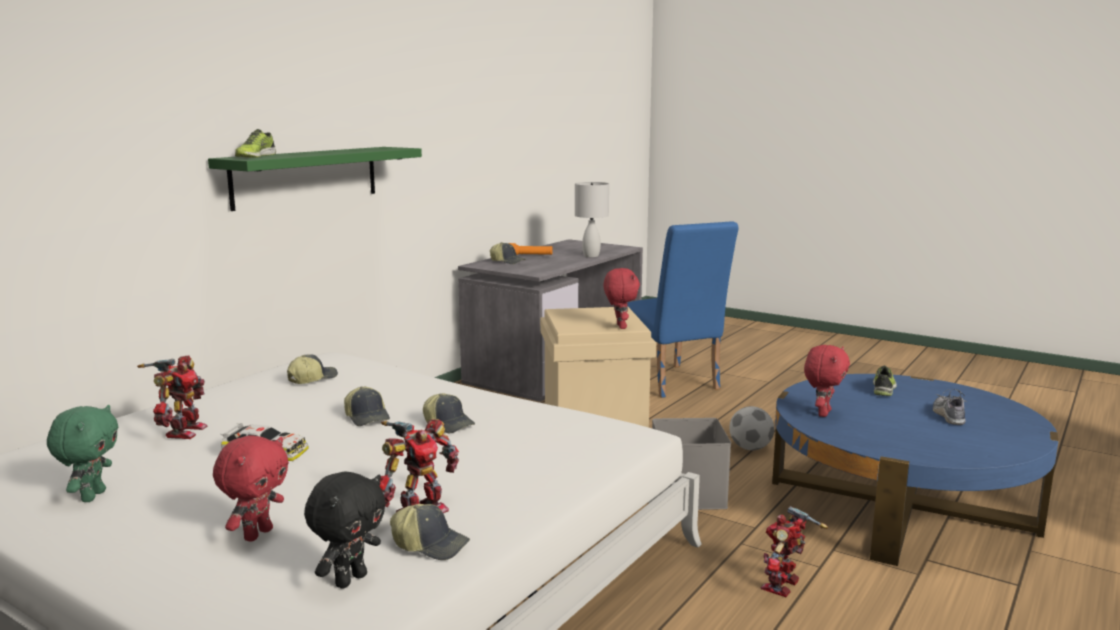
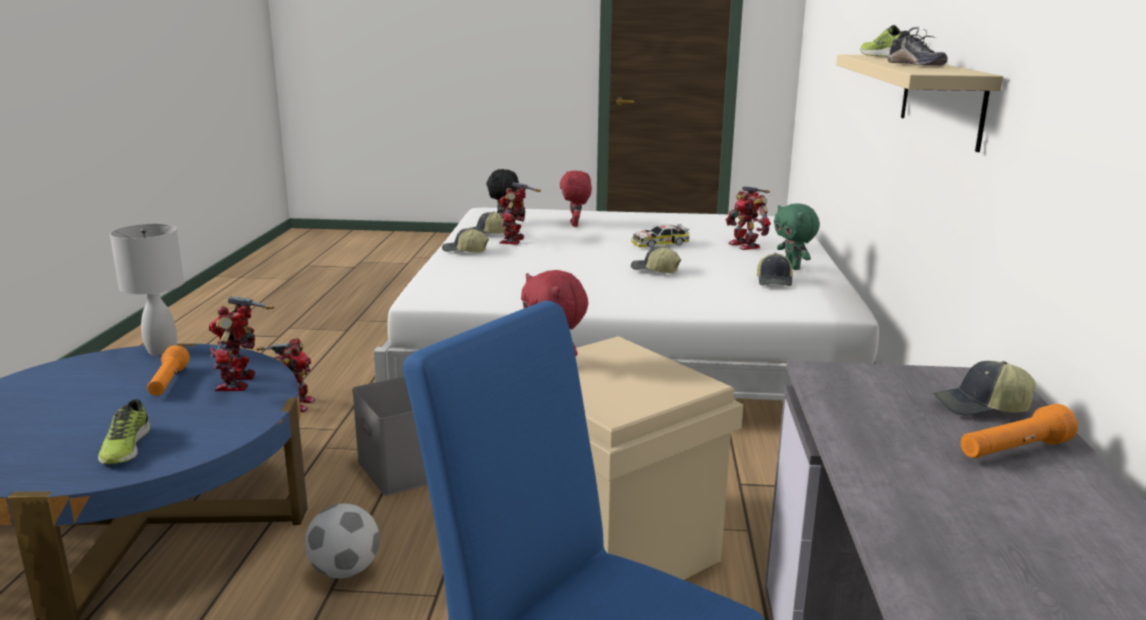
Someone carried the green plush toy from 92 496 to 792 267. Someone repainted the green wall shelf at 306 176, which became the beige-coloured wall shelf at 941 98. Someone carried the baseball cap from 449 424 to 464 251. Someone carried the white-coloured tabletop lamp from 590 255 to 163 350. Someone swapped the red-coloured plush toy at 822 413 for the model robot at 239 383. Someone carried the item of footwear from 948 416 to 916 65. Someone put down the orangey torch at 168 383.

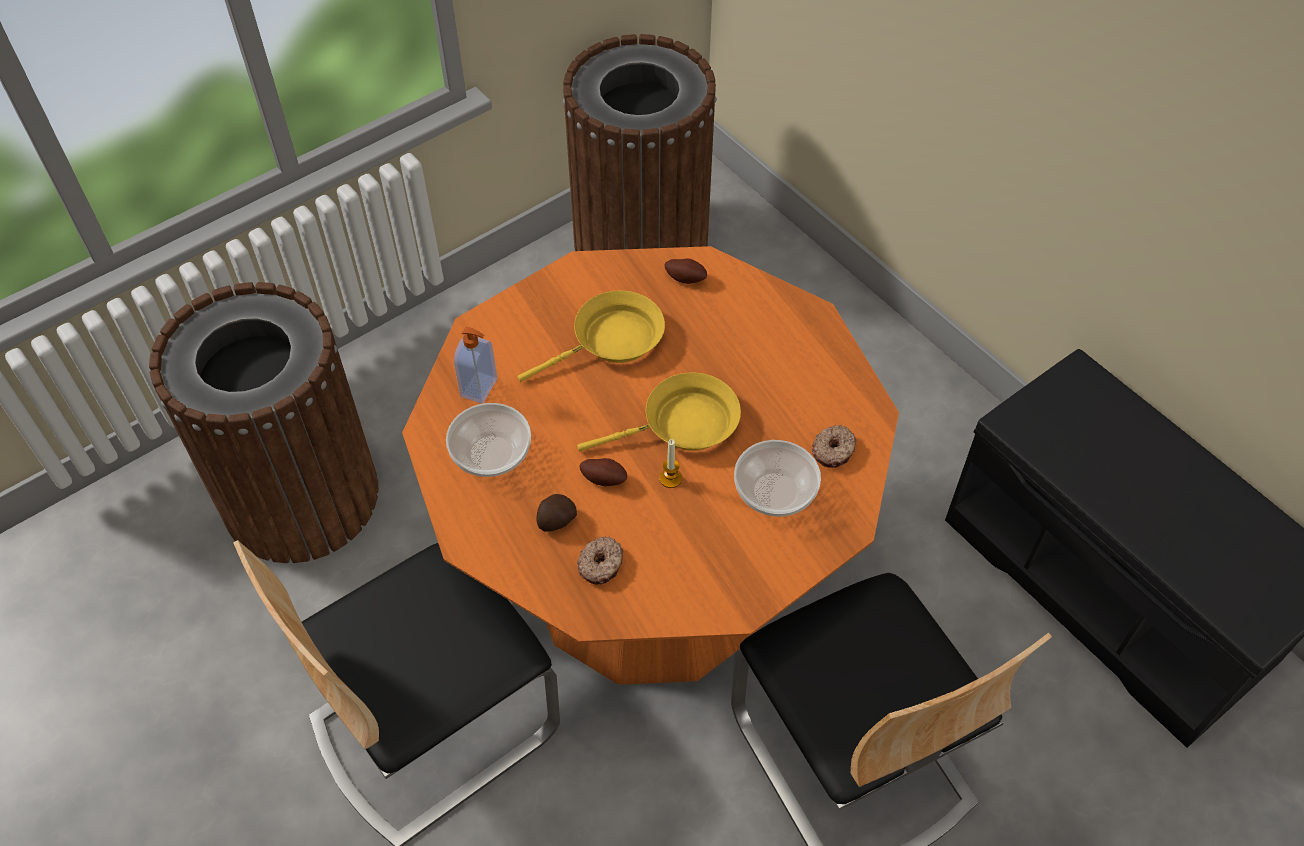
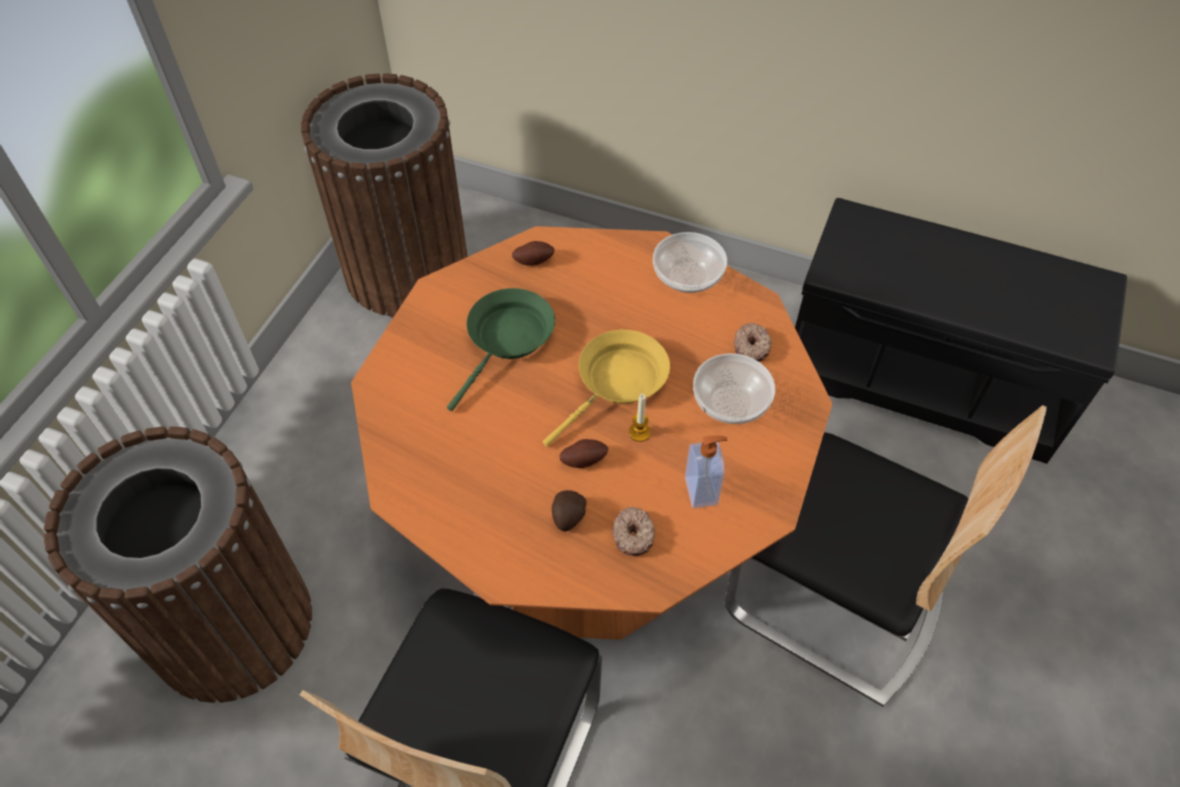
Someone carried the bowl from 490 454 to 687 277. Someone carried the soap dispenser from 480 388 to 702 491. Someone repainted the yellowish pan at 612 341, which became the green pan at 507 340.

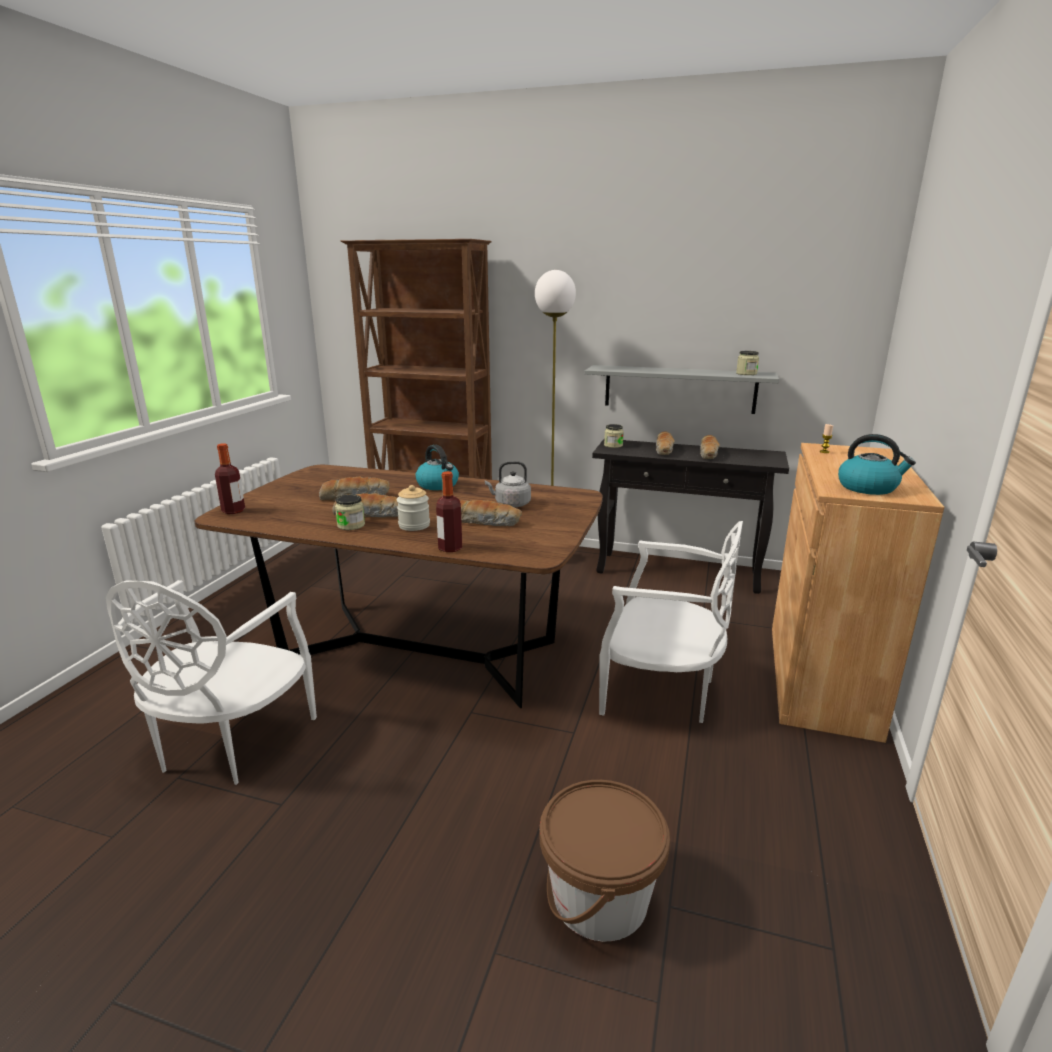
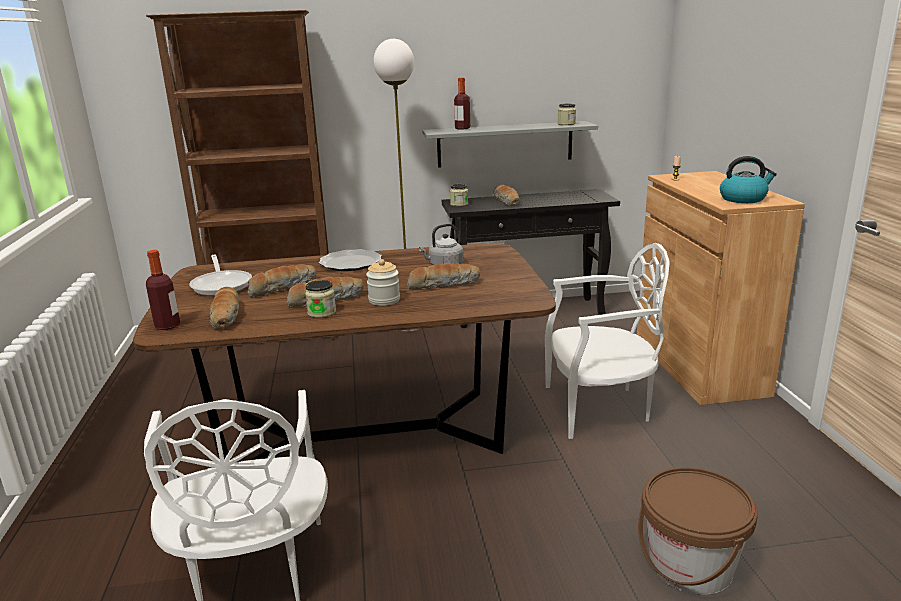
Someone swapped the water kettle at 438 485 for the dinner plate at 350 263. Someone carried the drink bottle from 450 548 to 462 128. Someone carried the bread from 709 454 to 227 316. Someone put down the pan at 222 285.

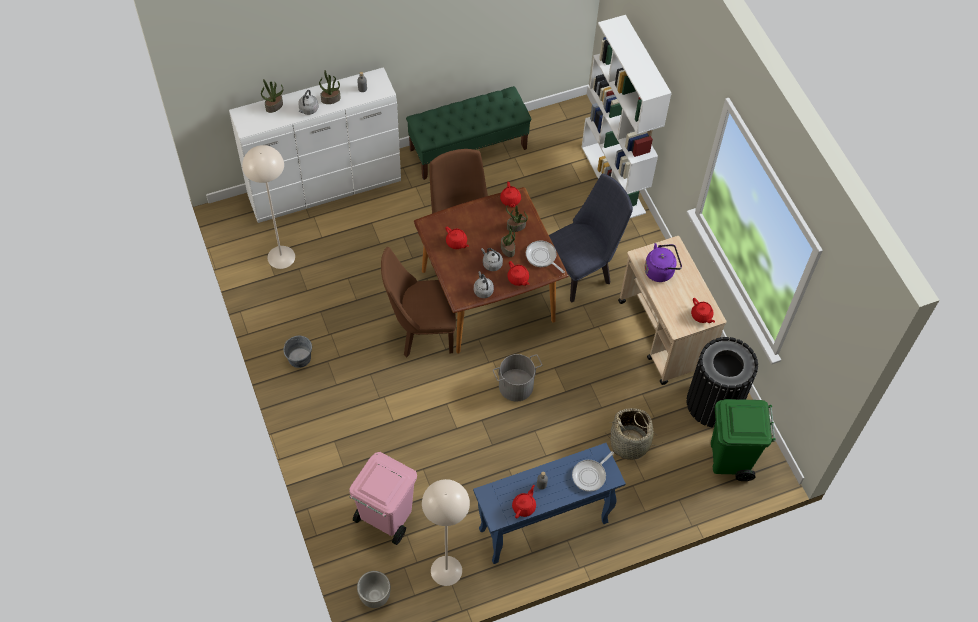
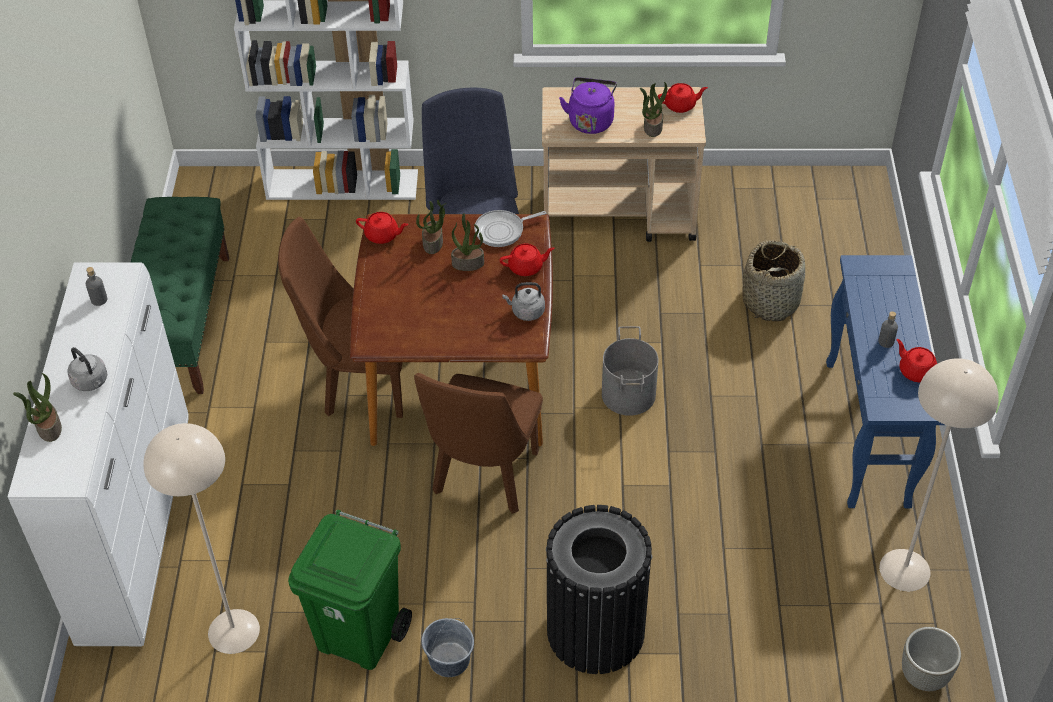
Someone carried the houseplant from 331 99 to 652 127. Someone took away the pinkish rubbish bin at 385 517. Someone took away the red-coloured pot for tea at 456 243. Someone took away the greyish water kettle at 491 264. Someone took away the pan at 590 475. Someone carried the blackish rubbish bin from 713 402 to 595 631. Someone carried the green rubbish bin from 730 459 to 360 637.

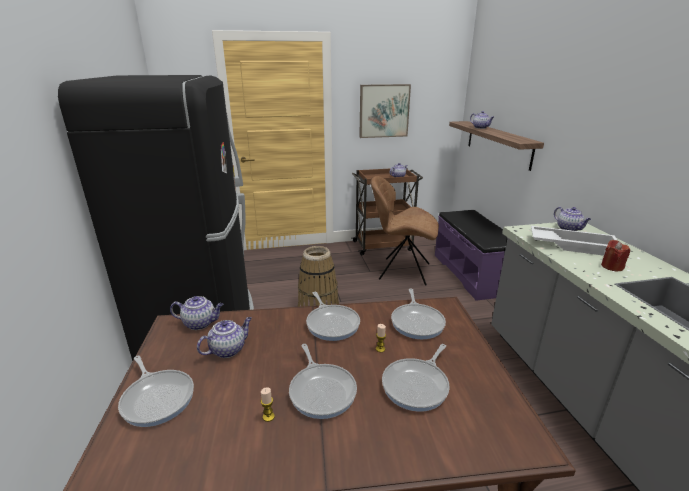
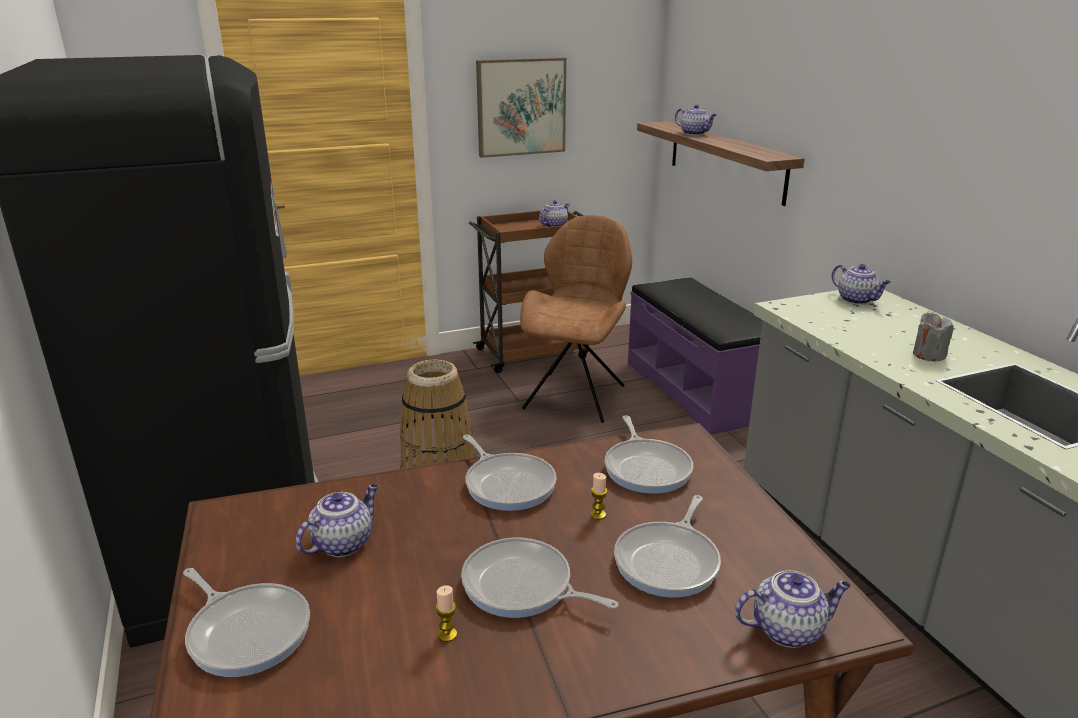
Someone carried the pot for tea from 200 323 to 788 629. Someone rotated the pan at 322 390 by 150 degrees clockwise. Someone rotated the brown-coloured chair at 402 271 by 105 degrees clockwise. Someone took away the white-coloured tray at 572 245. Someone repainted the red-coloured candle at 612 267, which became the greyish candle at 928 355.

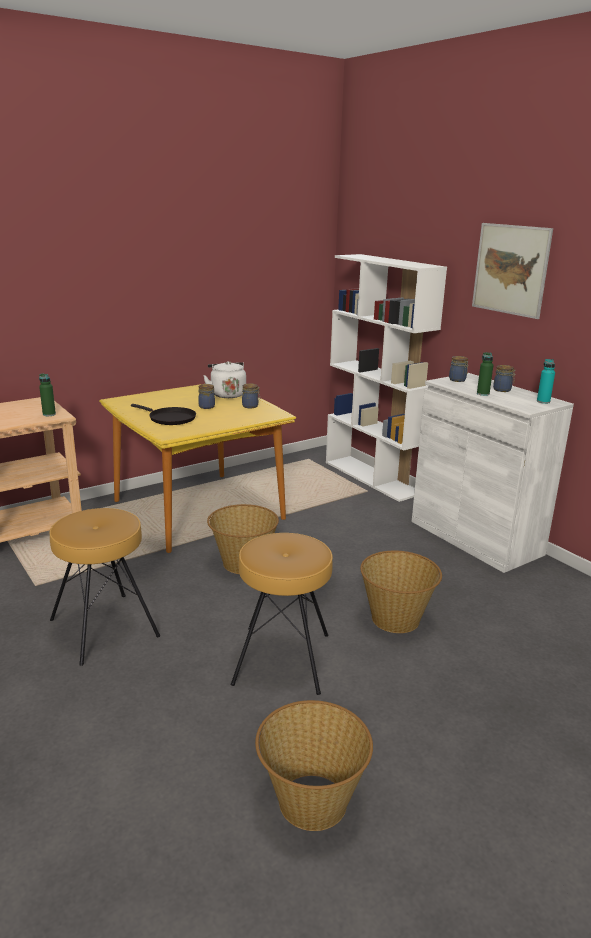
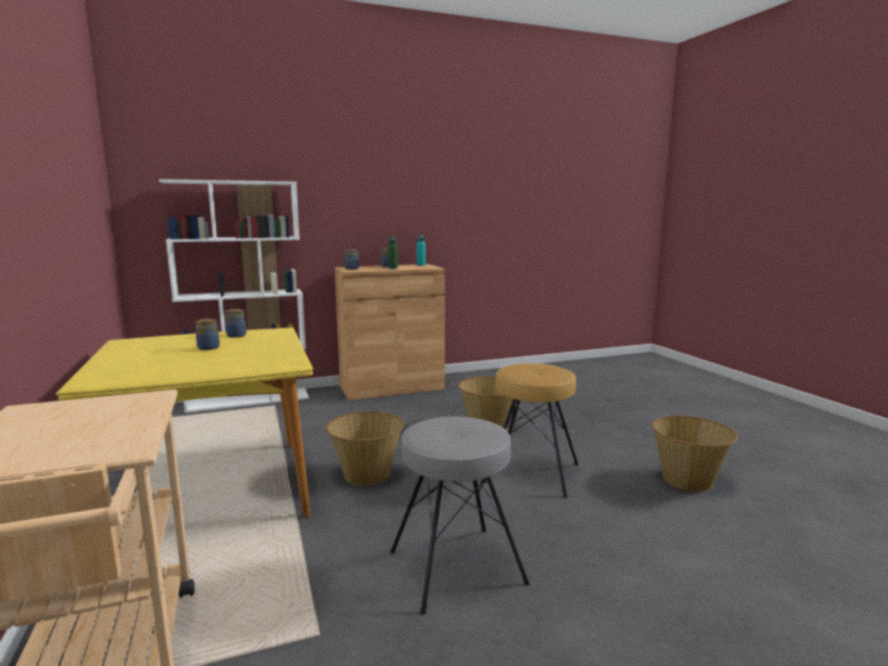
Someone took away the green drink bottle at 49 414. Someone repainted the brown-coloured stool at 105 627, which became the greyish stool at 456 566. Someone took away the blackish pan at 169 418. Someone took away the white-coloured water kettle at 227 394. Someone repainted the white-coloured storage cabinet at 475 538, which became the brown-coloured storage cabinet at 391 387. Someone took away the wall art at 510 269.

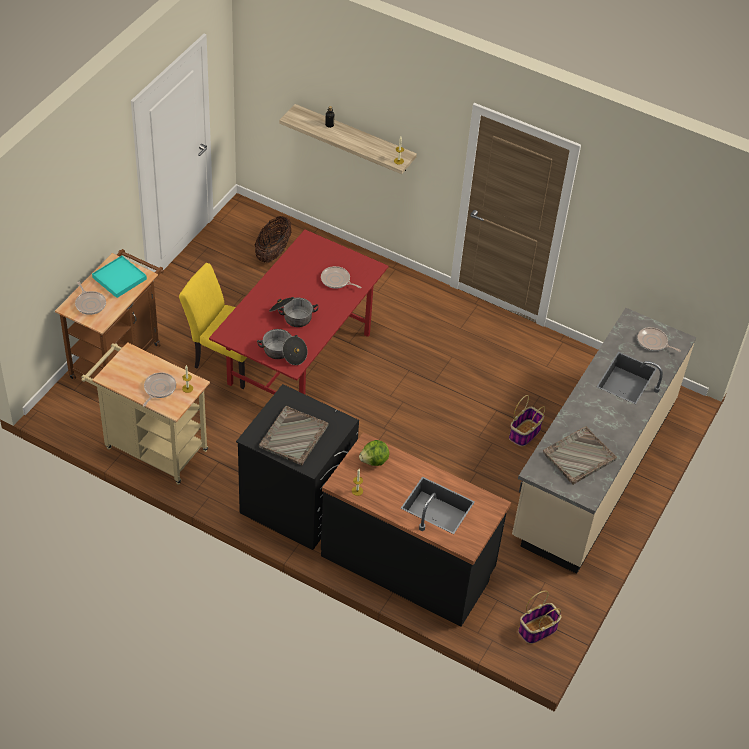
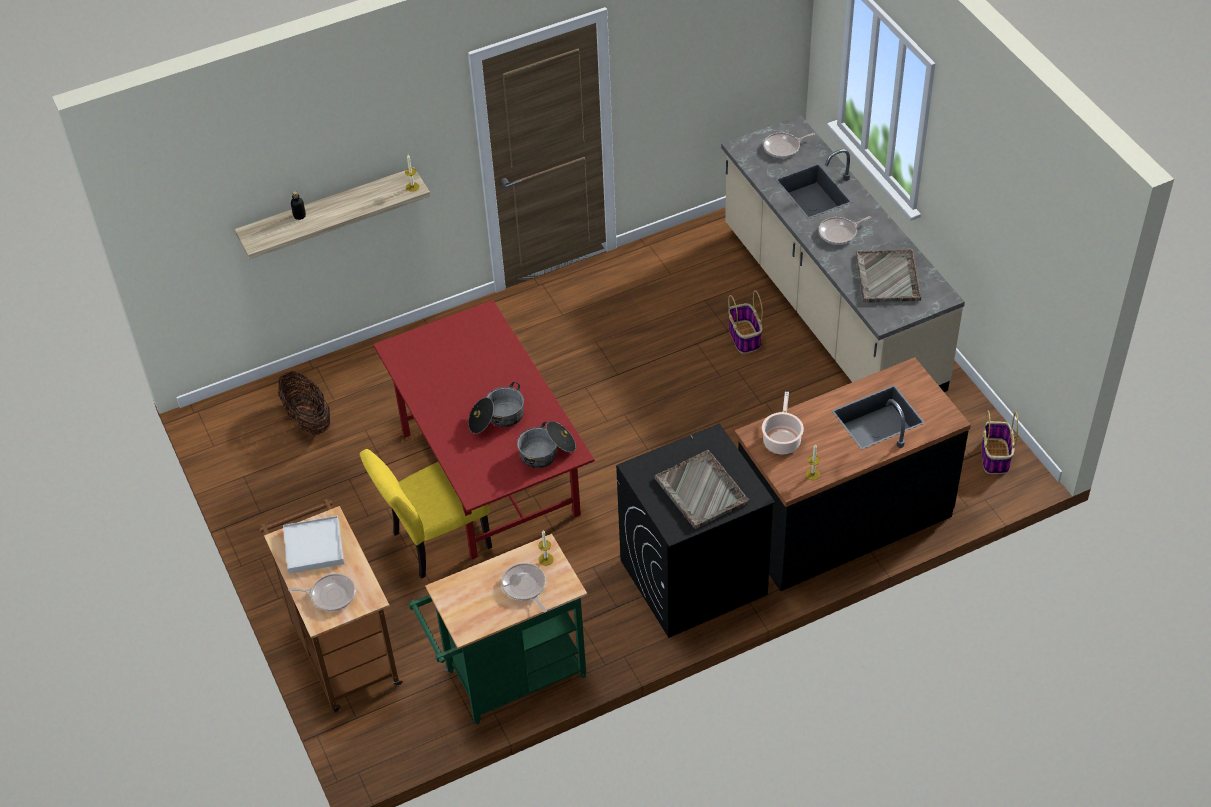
Someone repainted the beige-coloured wheeled cart at 151 447, which became the green wheeled cart at 508 679. Someone repainted the turquoise-coloured tray at 119 278, which became the white-coloured tray at 313 546. Someone carried the pan from 336 280 to 839 233. Someone swapped the lettuce at 374 461 for the saucepot at 782 439.

